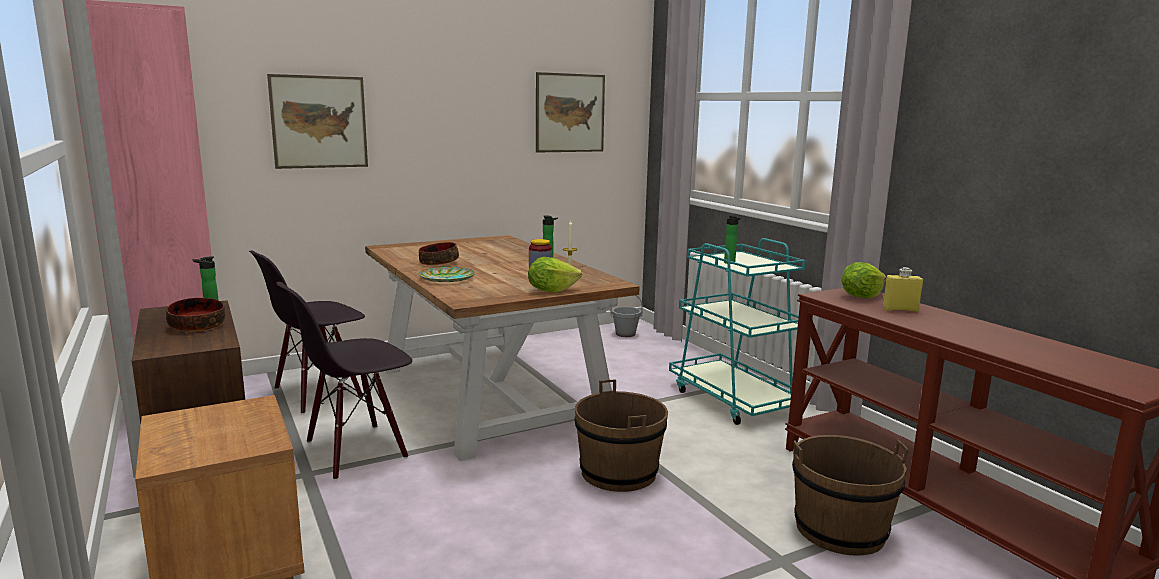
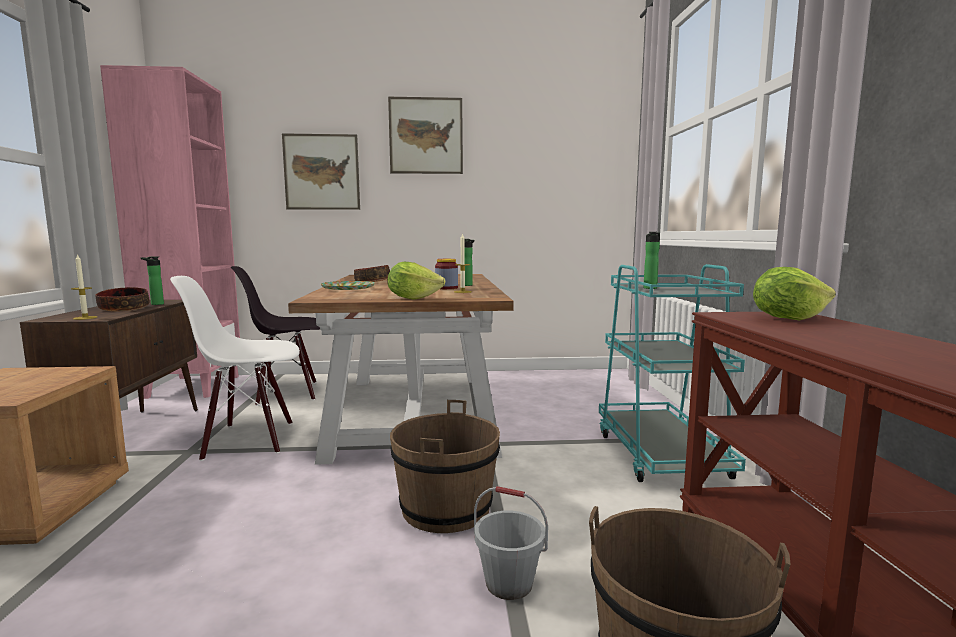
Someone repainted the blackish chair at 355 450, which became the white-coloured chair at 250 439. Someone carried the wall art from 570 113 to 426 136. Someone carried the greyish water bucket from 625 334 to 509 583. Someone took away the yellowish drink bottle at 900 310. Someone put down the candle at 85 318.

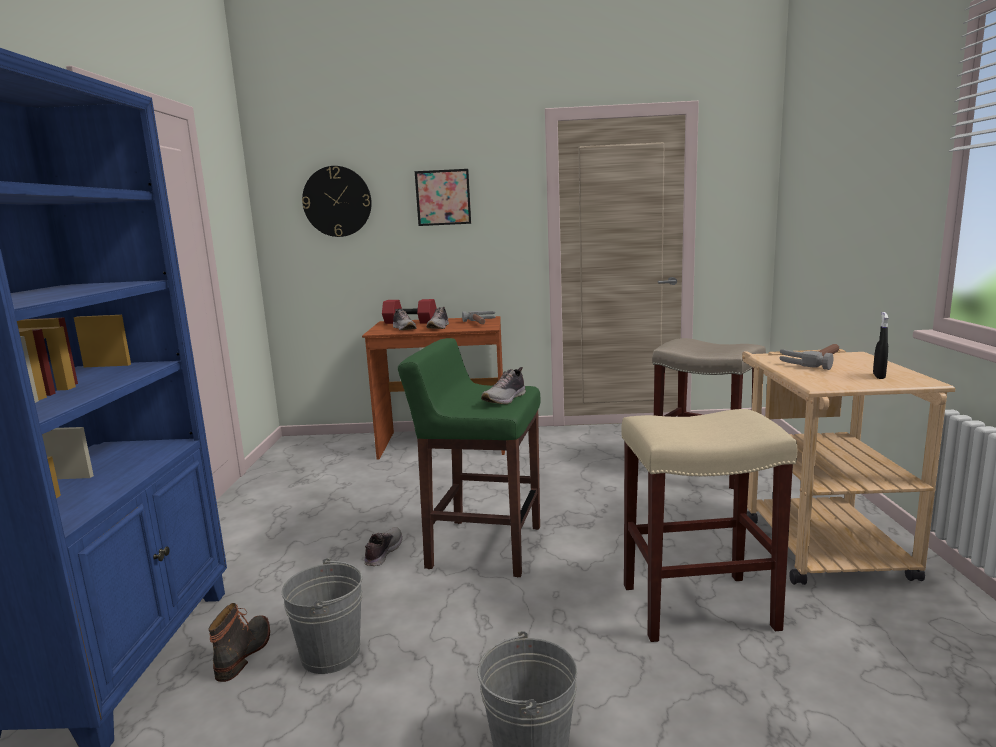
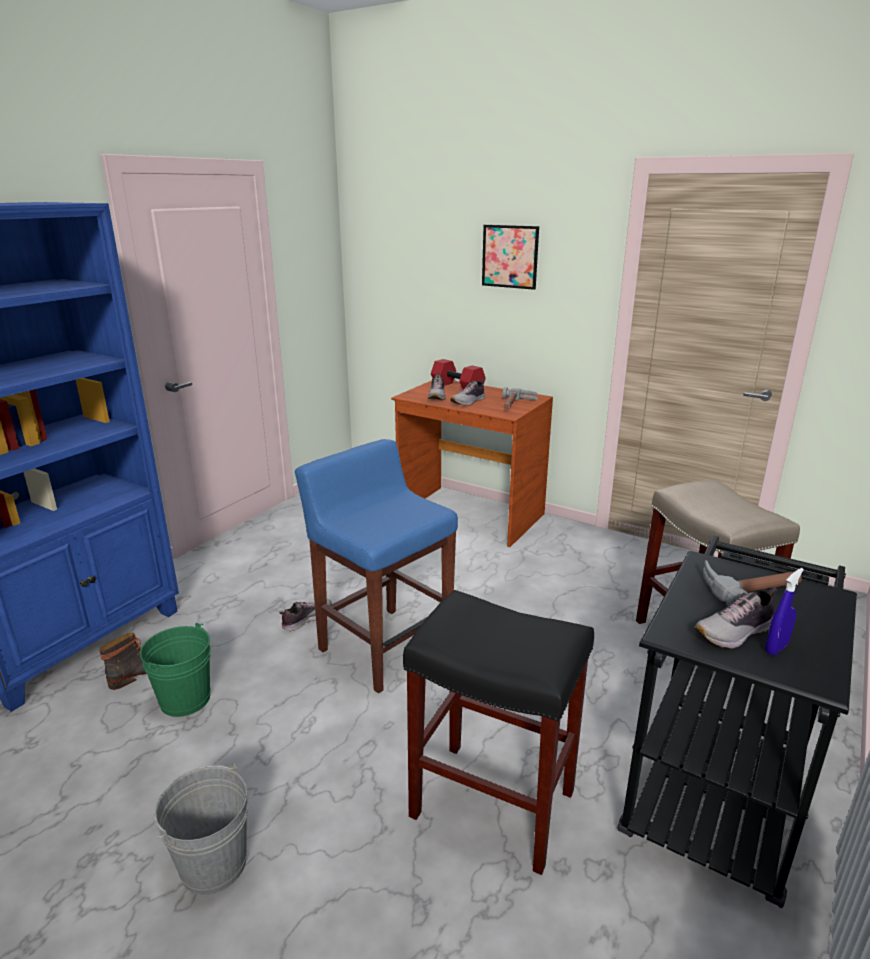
Someone repainted the greyish water bucket at 330 654, which became the green water bucket at 185 699. Someone took away the wall clock at 337 201. Someone repainted the green stool at 483 547, which became the blue stool at 384 647. Someone carried the item of footwear from 505 399 to 735 632. Someone repainted the beige-coloured stool at 699 606, which became the blackish stool at 495 803. Someone repainted the beige-coloured wheeled cart at 816 541, which became the blackish wheeled cart at 715 791. Someone repainted the blackish spray bottle at 879 376, which became the blue spray bottle at 776 648.

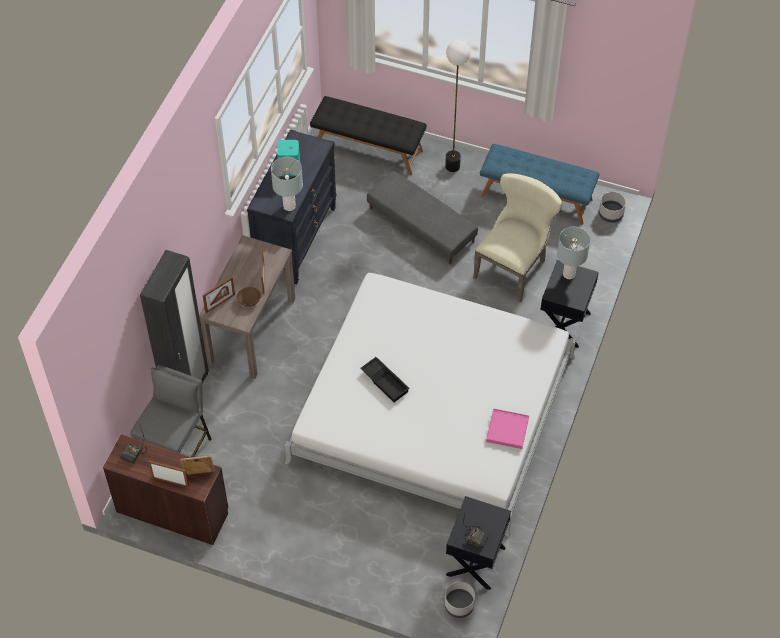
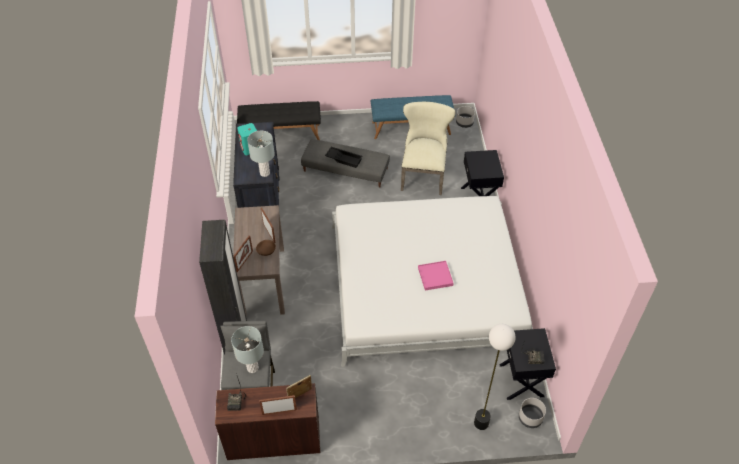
Someone carried the blackish tray from 385 381 to 344 159. Someone carried the floor lamp from 452 166 to 481 423. Someone carried the pinkish tray from 507 430 to 435 276. Someone carried the greyish tabletop lamp from 568 274 to 252 368.

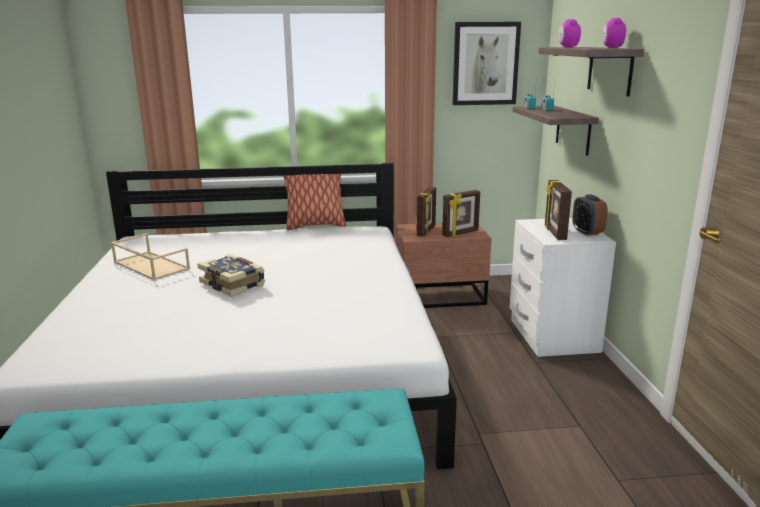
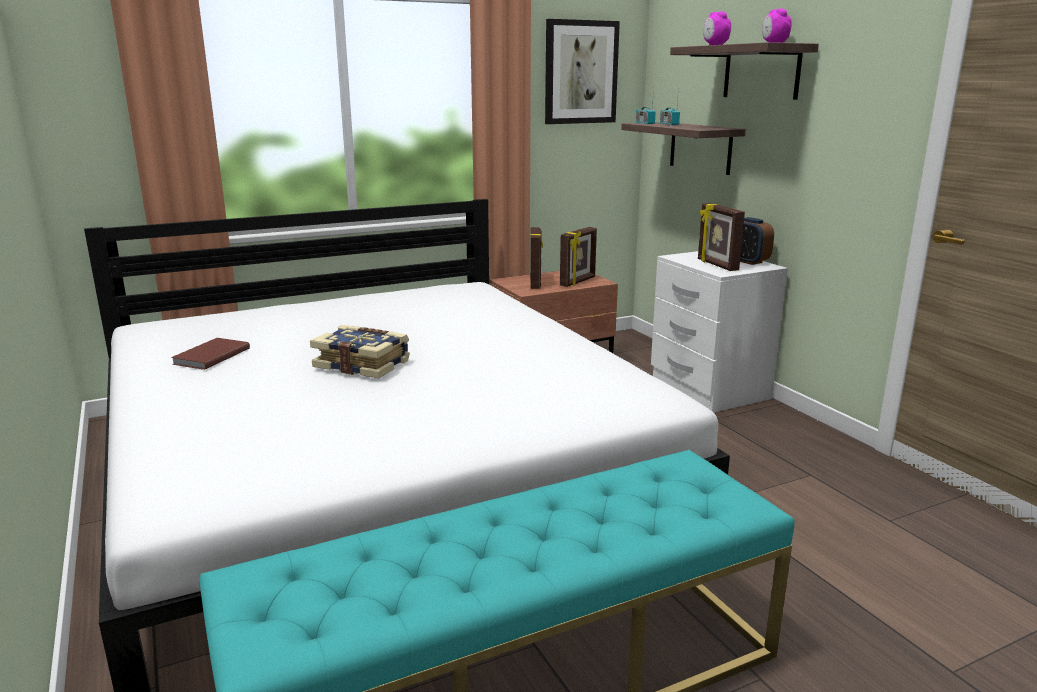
Someone swapped the beige-coloured tray at 150 265 for the brown-coloured bound book at 210 356. Someone took away the cushion at 315 226.

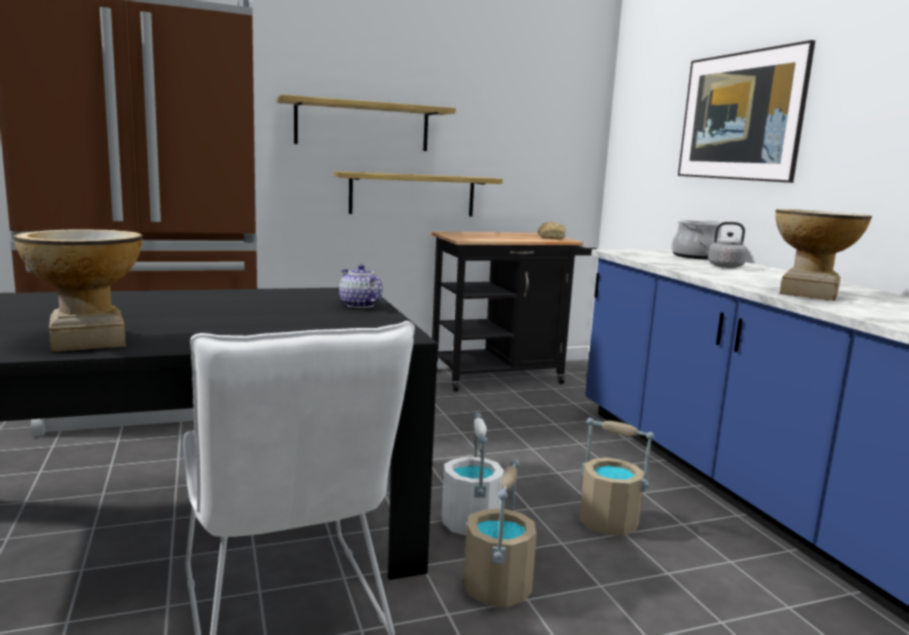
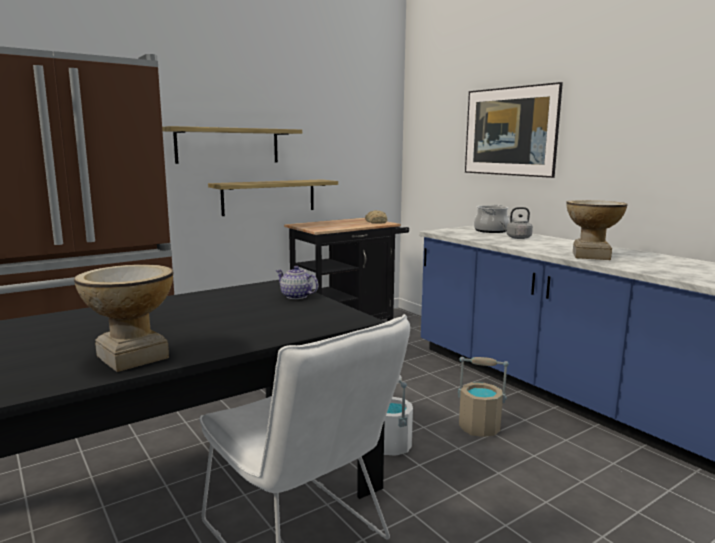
Someone took away the beige-coloured water bucket at 497 588.

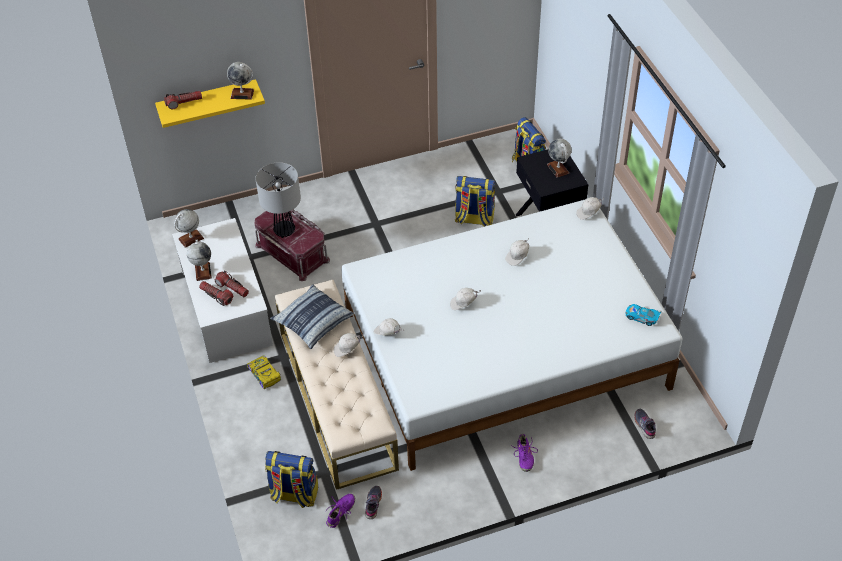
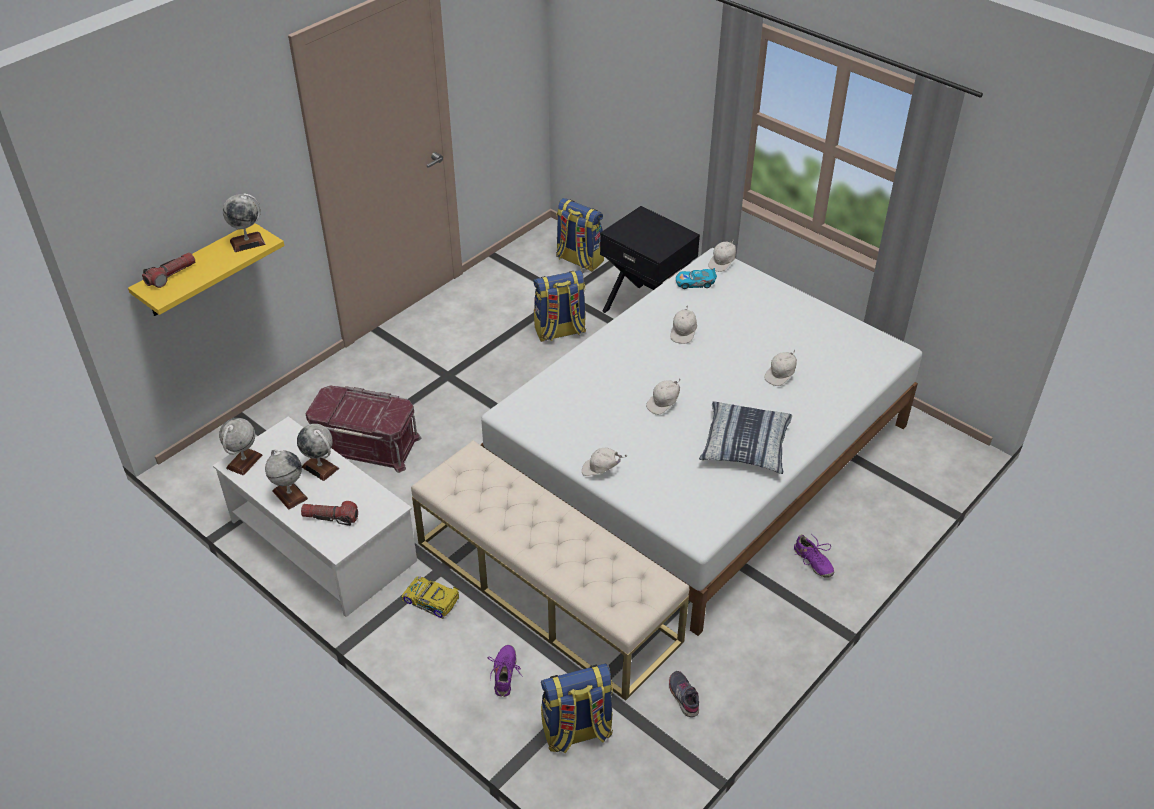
Someone took away the torch at 232 288. Someone took away the tabletop lamp at 284 231. Someone carried the cushion from 312 321 to 745 445. Someone carried the purple-coloured item of footwear from 341 513 to 505 674. Someone carried the white-coloured baseball cap from 347 349 to 781 375. Someone carried the desk globe from 558 169 to 320 467. Someone carried the model car from 642 317 to 695 283. Someone took away the greyish item of footwear at 645 425.

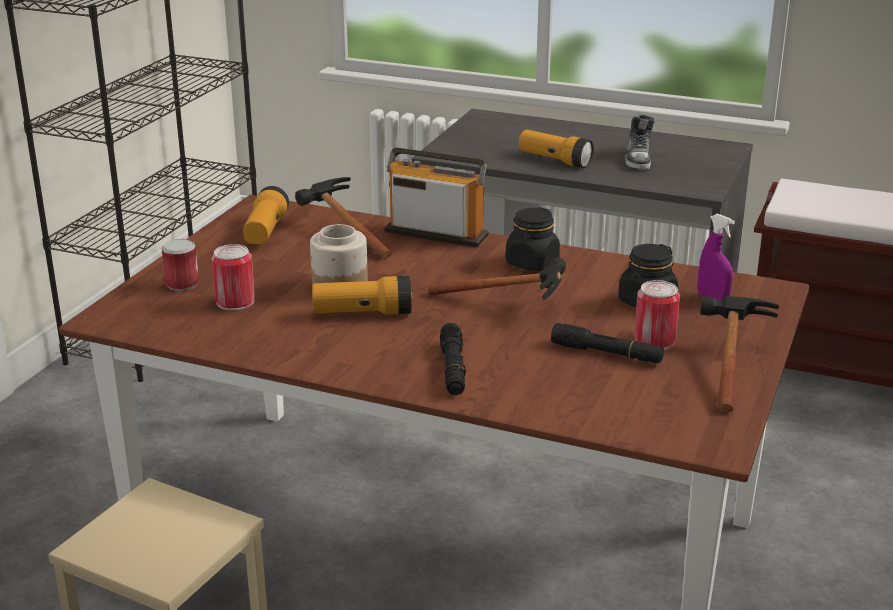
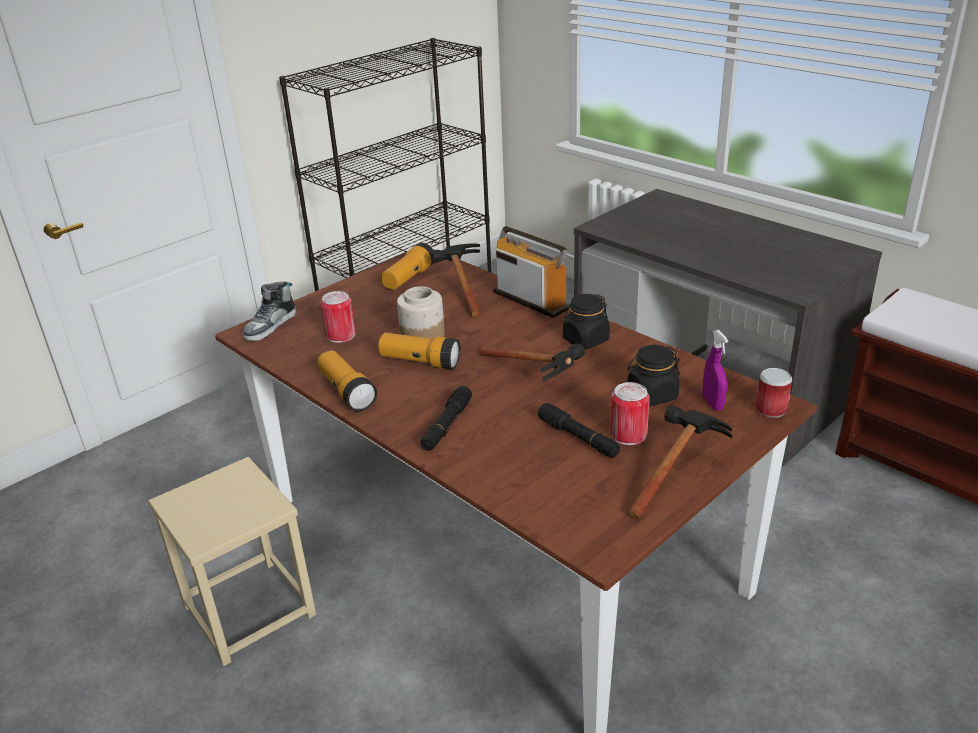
Someone carried the sealed can from 182 284 to 771 409. Someone carried the torch from 554 160 to 347 392. Someone carried the item of footwear from 638 159 to 270 326.

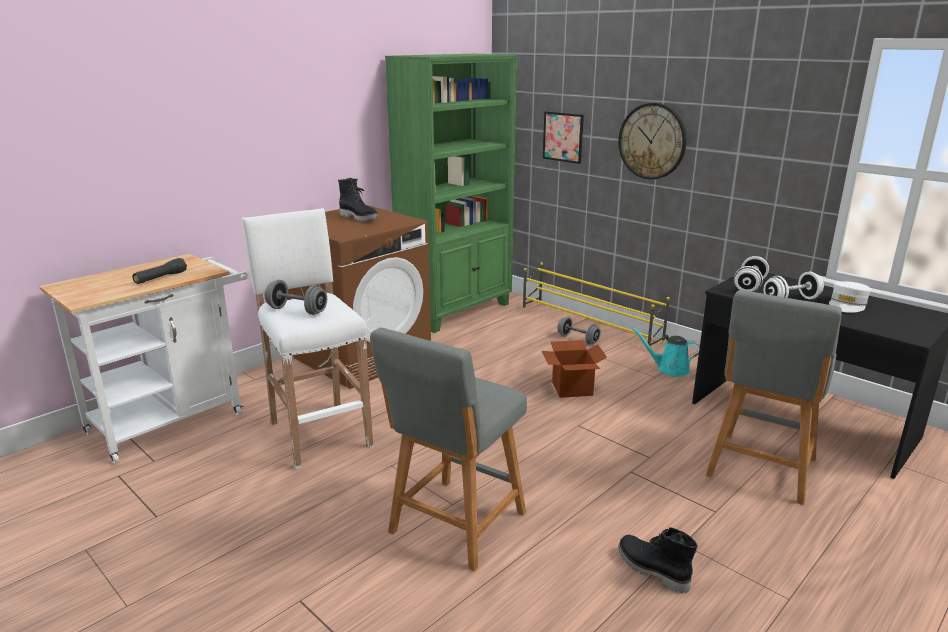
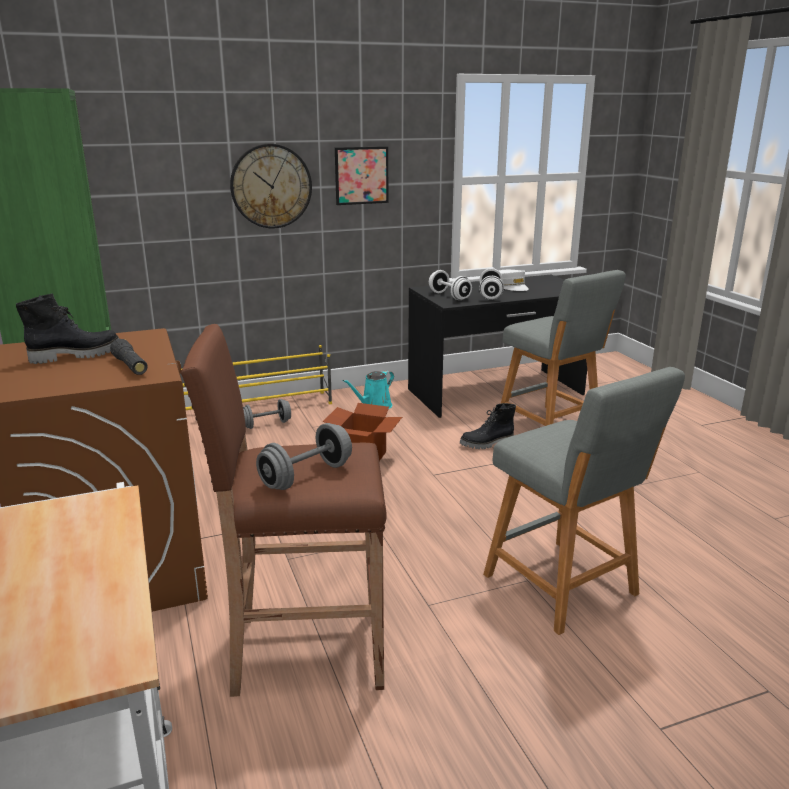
Someone carried the blackish torch from 161 278 to 130 366. Someone repainted the white-coloured stool at 319 433, which became the brown-coloured stool at 304 651. Someone carried the wall art from 563 137 to 361 175. Someone carried the blackish high-top boot from 651 570 to 487 444.

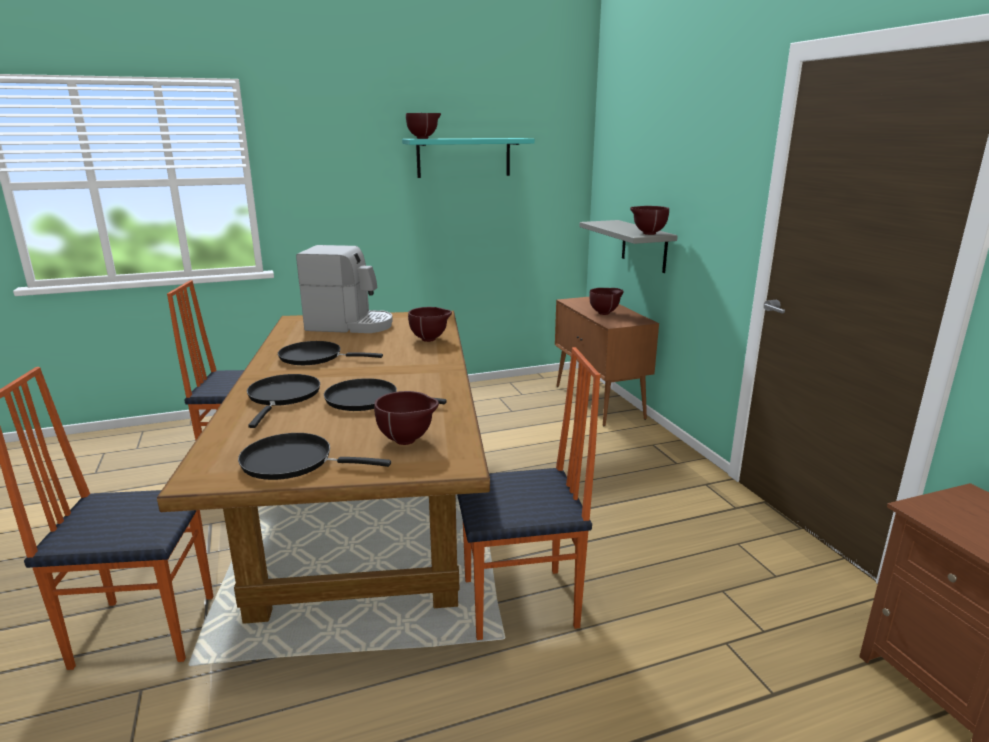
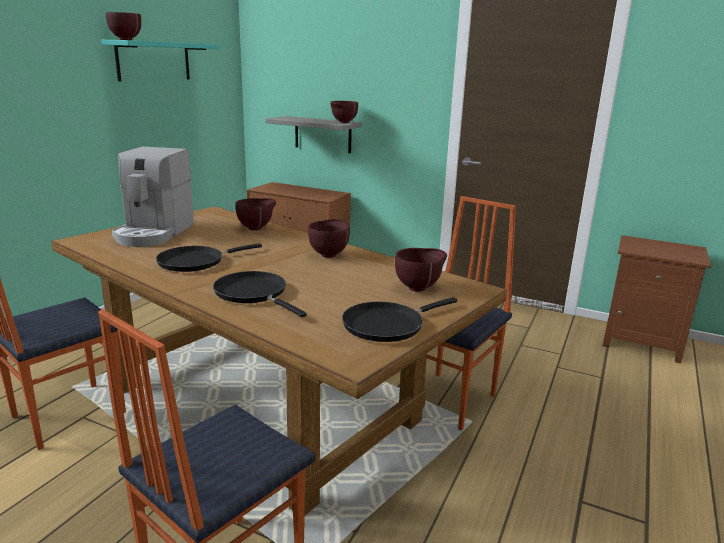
Someone rotated the coffee machine at 350 325 by 135 degrees clockwise. Someone took away the blackish pan at 367 400. Someone carried the brown-coloured bowl from 605 313 to 329 254.

